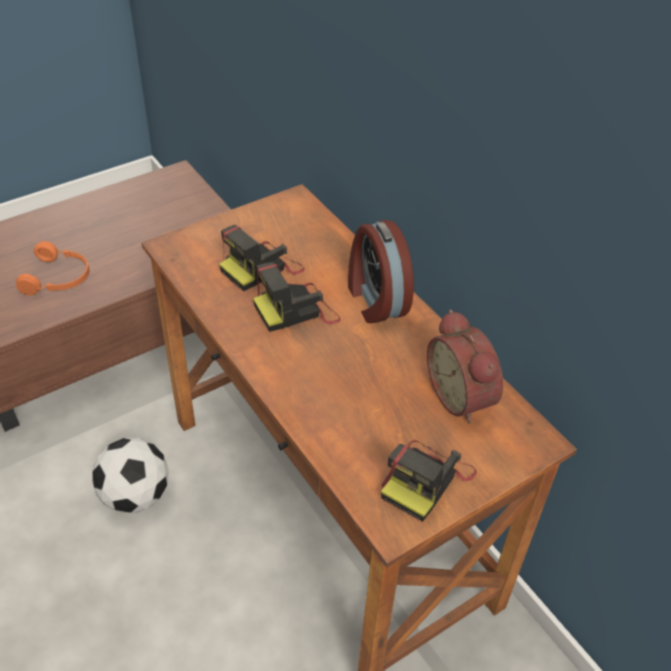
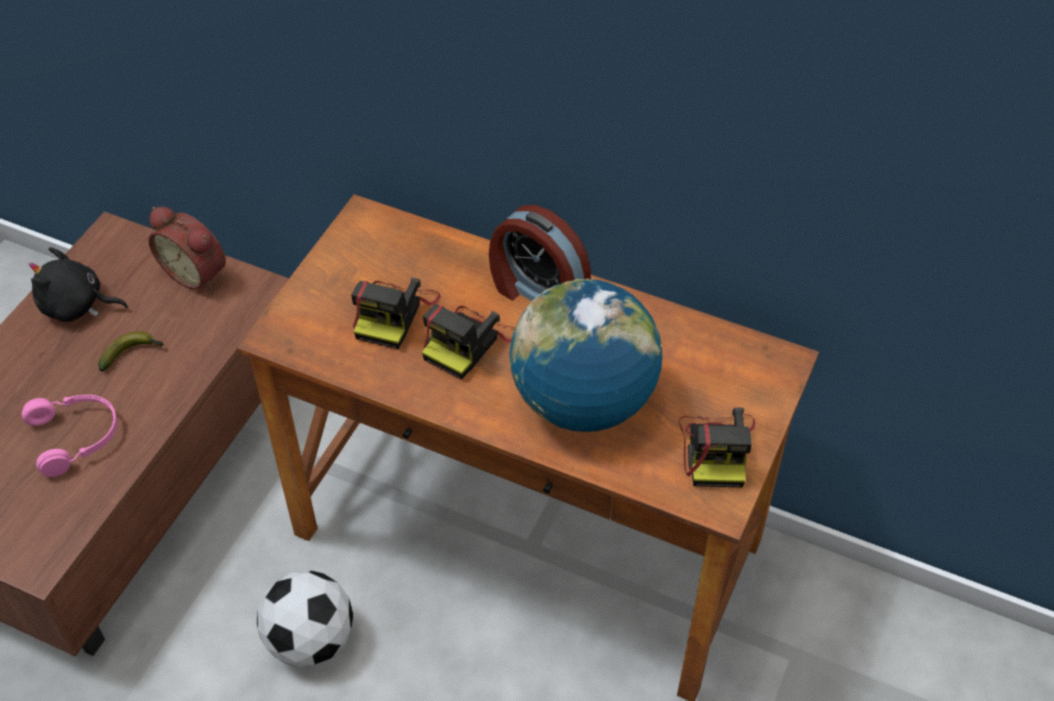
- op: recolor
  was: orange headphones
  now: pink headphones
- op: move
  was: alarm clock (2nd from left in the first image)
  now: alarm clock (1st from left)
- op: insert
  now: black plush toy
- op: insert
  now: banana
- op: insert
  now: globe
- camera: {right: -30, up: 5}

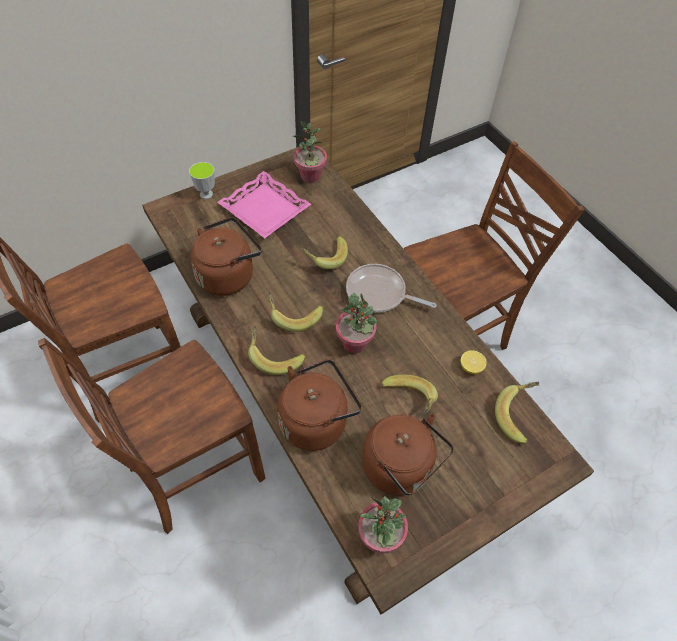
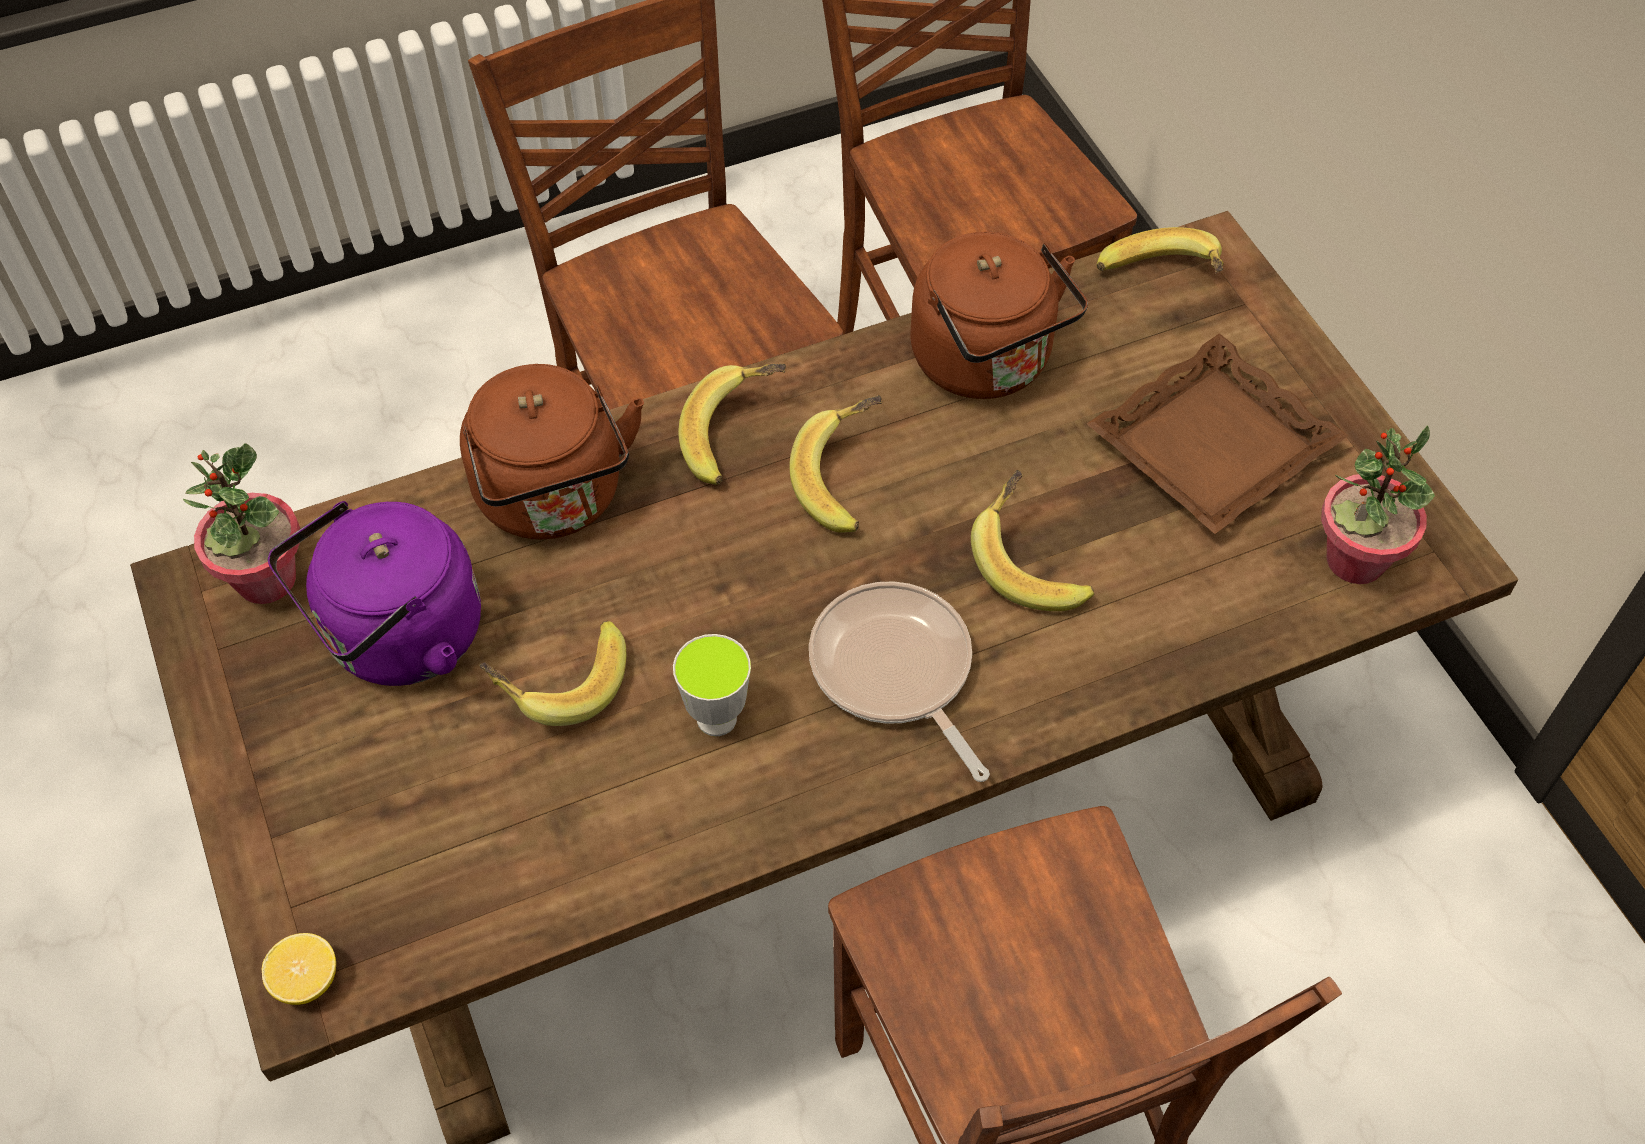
- op: move
  was: cup
- op: recolor
  was: pink tray
  now: brown tray
- op: delete
  was: potted plant (2nd from left)
- op: rotate
  was: frying pan
  clockwise: -60
- op: recolor
  was: brown kettle (3rd from left)
  now: purple kettle
- op: move
  was: lemon
- op: move
  was: banana (5th from left)
- camera: {right: 100, up: 0}

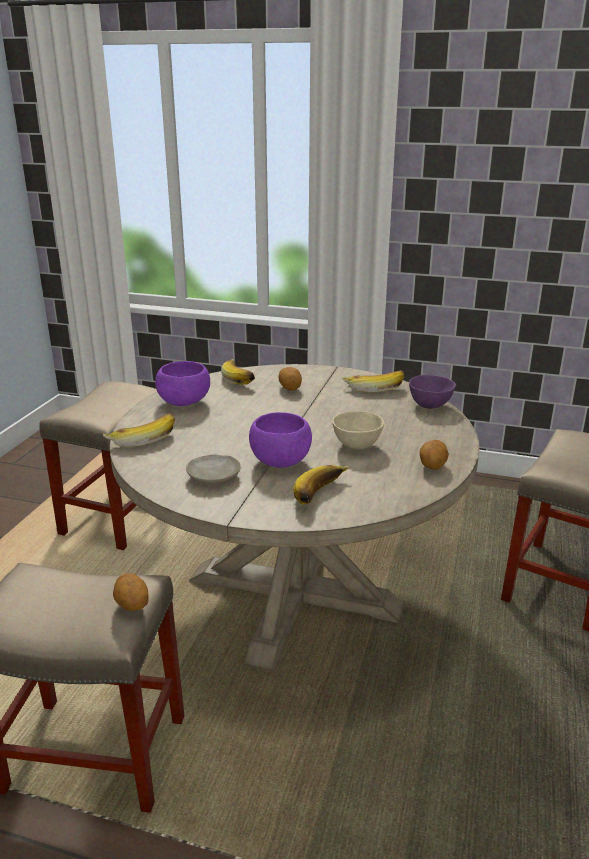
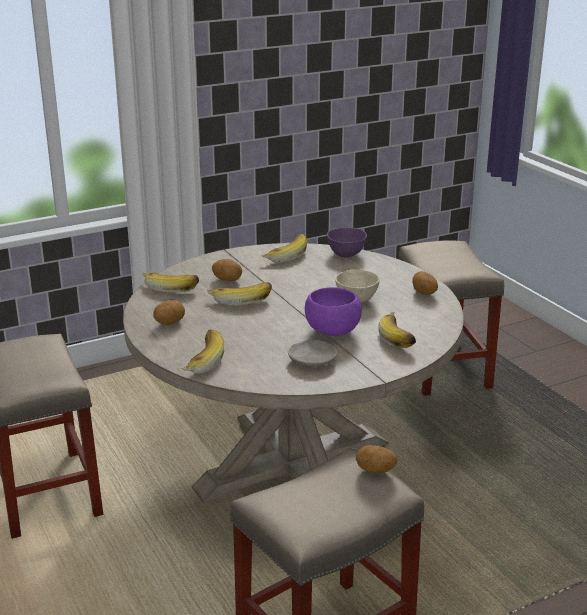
- op: replace
  was: purple bowl (1st from left)
  now: potato (1st from left)
- op: insert
  now: banana (3rd from left)
- camera: {right: -45, up: 0}

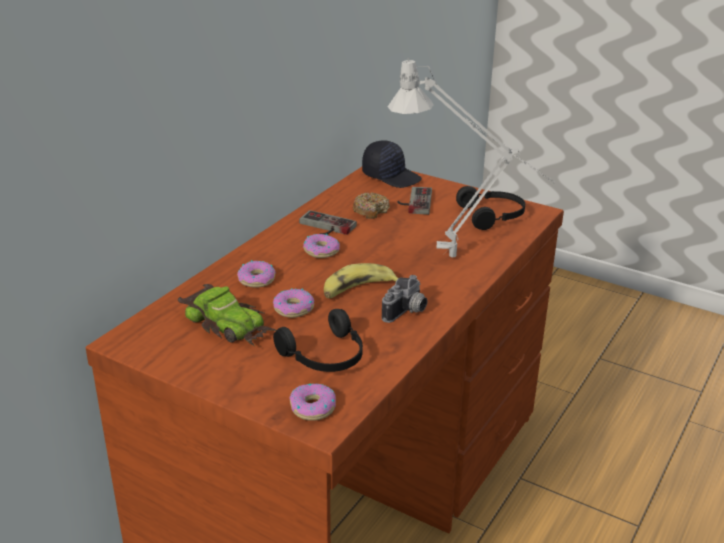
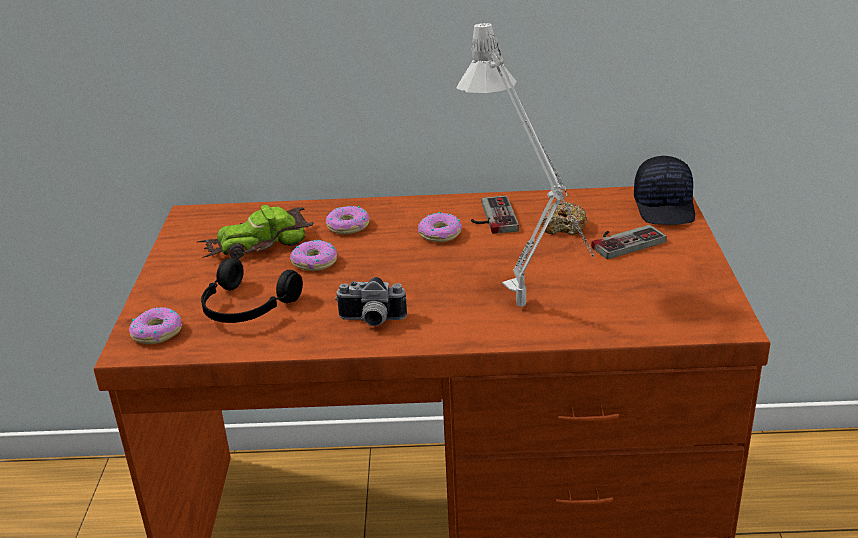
- op: rotate
  was: toy car
  clockwise: 60
- op: delete
  was: banana
- op: delete
  was: black headphones (2nd from left)
- camera: {right: 60, up: 0}

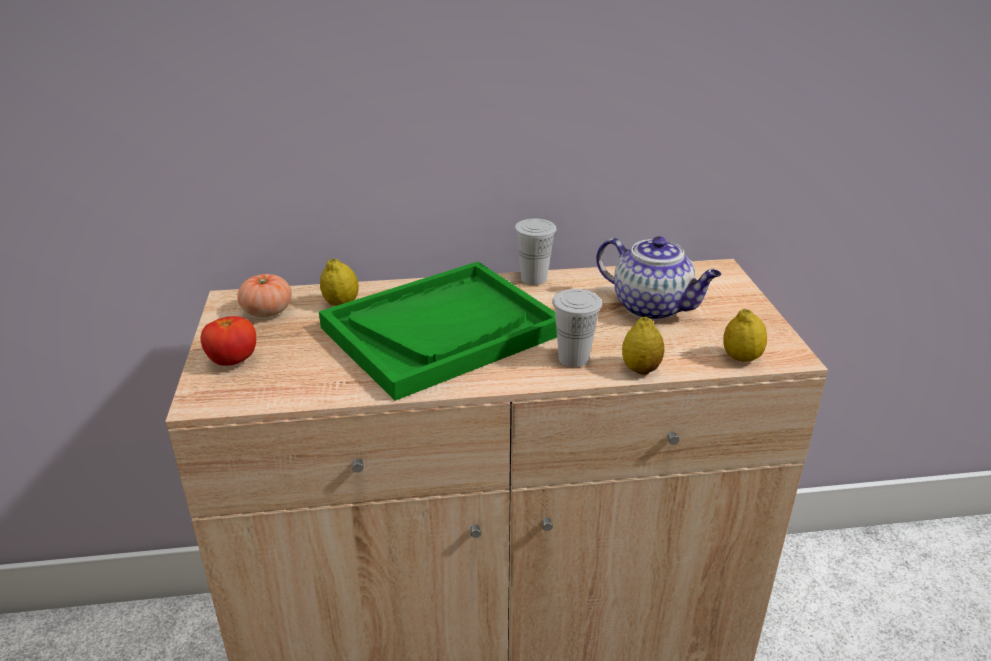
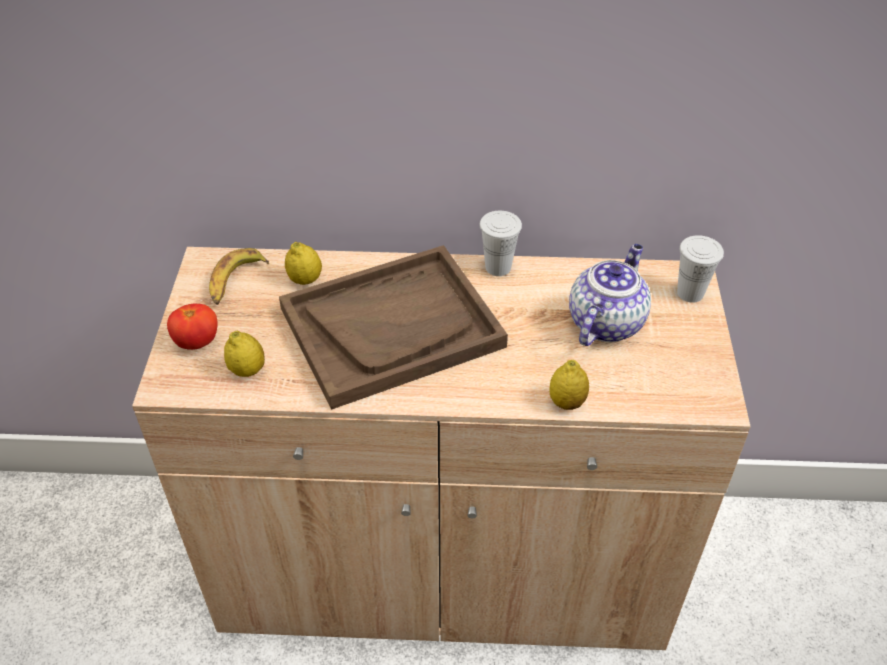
- op: replace
  was: tomato (2nd from left)
  now: banana
- op: recolor
  was: green tray
  now: brown tray
- op: move
  was: white cup (2nd from left)
- op: rotate
  was: teapot
  clockwise: -105
- op: move
  was: lemon (3rd from left in the first image)
  now: lemon (1st from left)
- camera: {right: 10, up: 15}

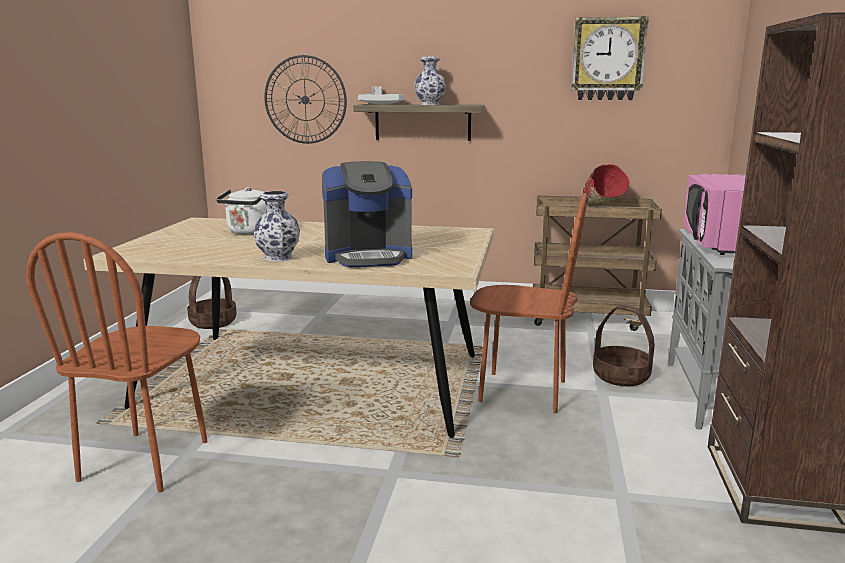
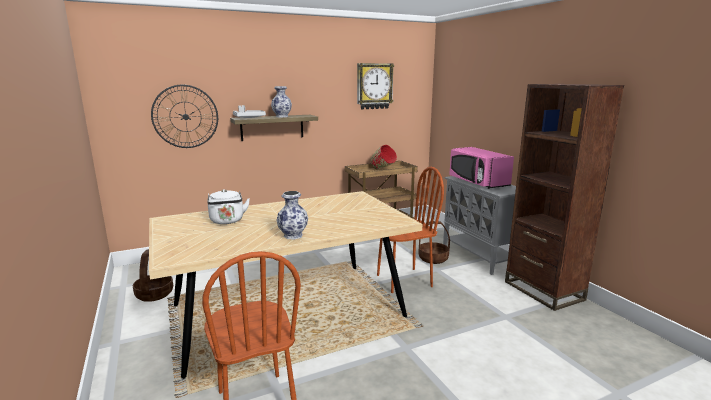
- op: delete
  was: coffee machine
- camera: {right: -35, up: 0}

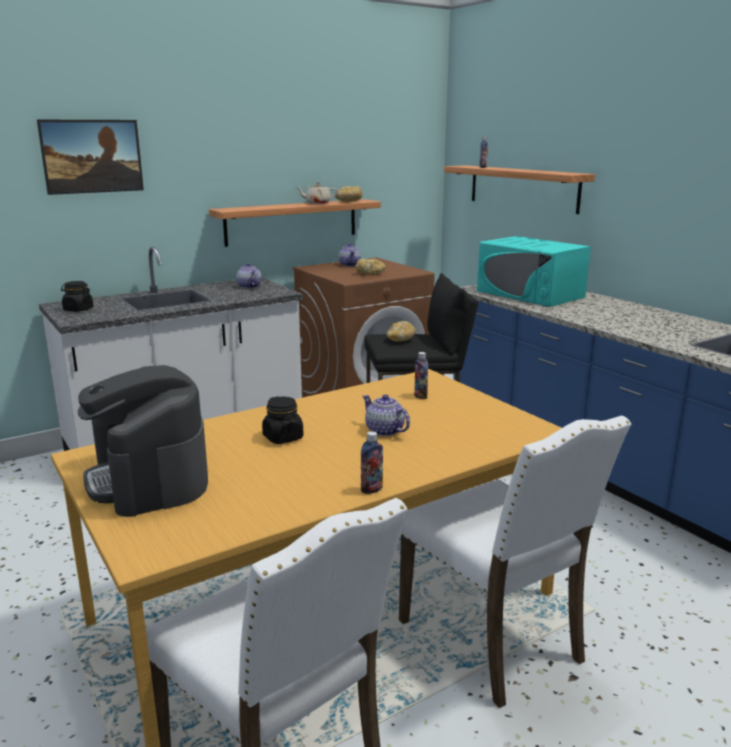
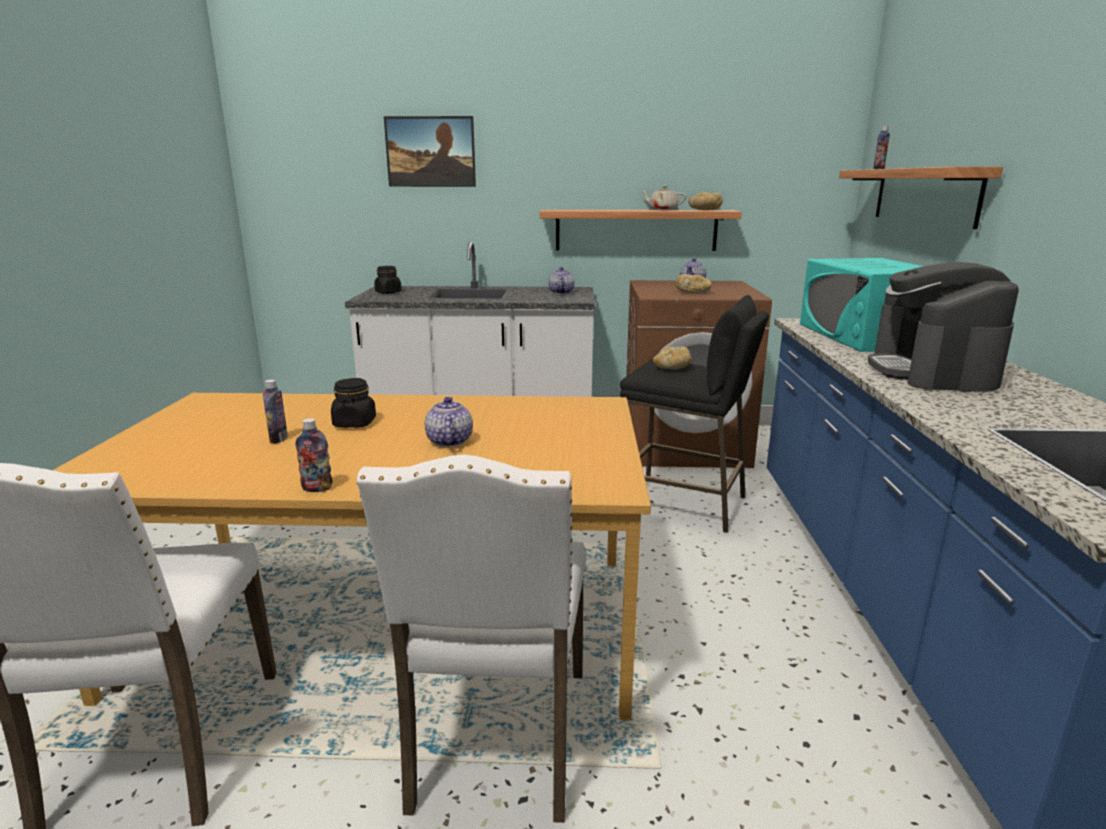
- op: move
  was: coffee machine
- op: move
  was: bottle (2nd from left in the first image)
  now: bottle (1st from left)
- camera: {right: 35, up: 0}

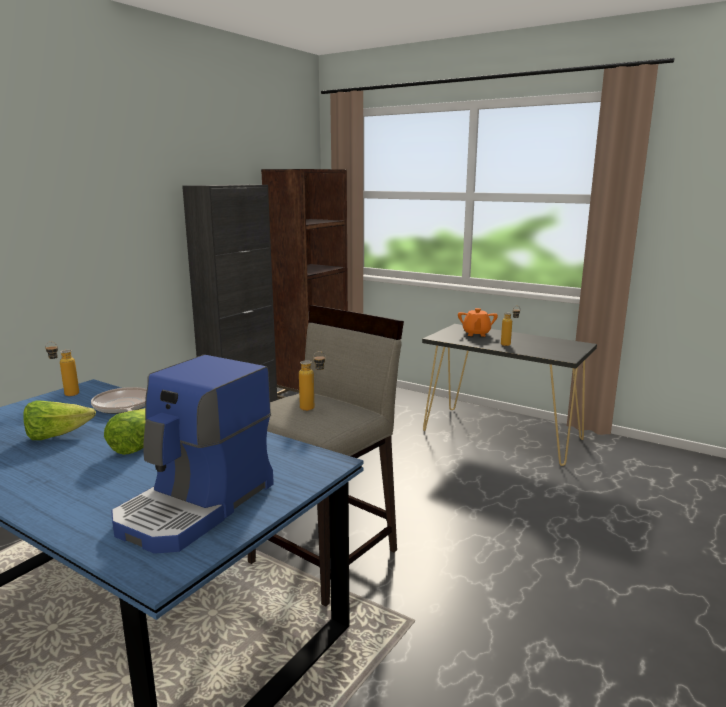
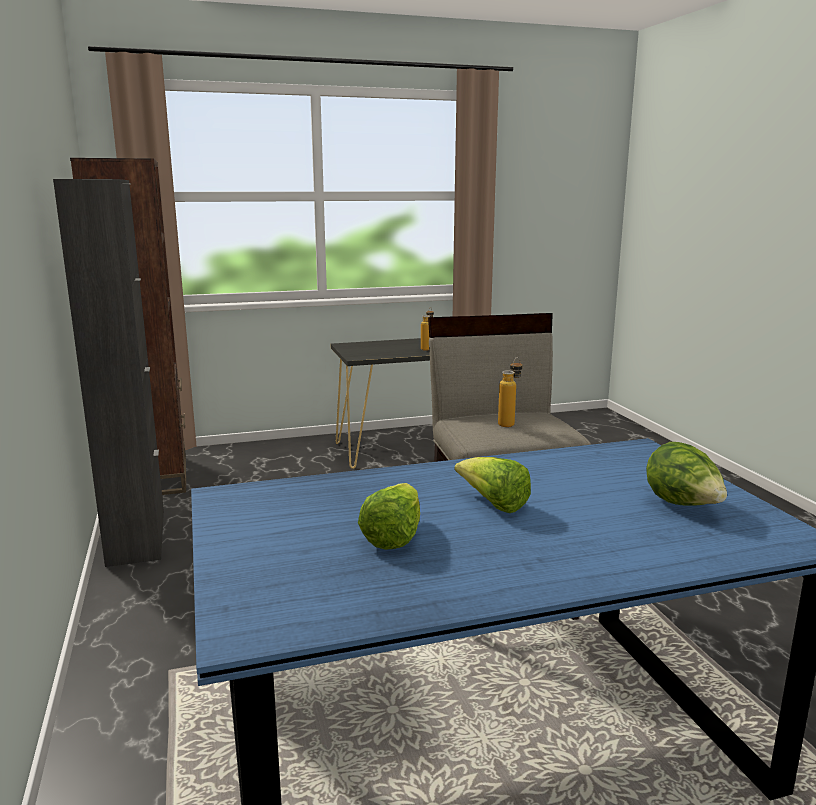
- op: delete
  was: bottle (1st from left)
- op: delete
  was: frying pan
- op: replace
  was: coffee machine
  now: lettuce (3rd from left)
- op: delete
  was: orange teapot
- camera: {right: -50, up: 0}

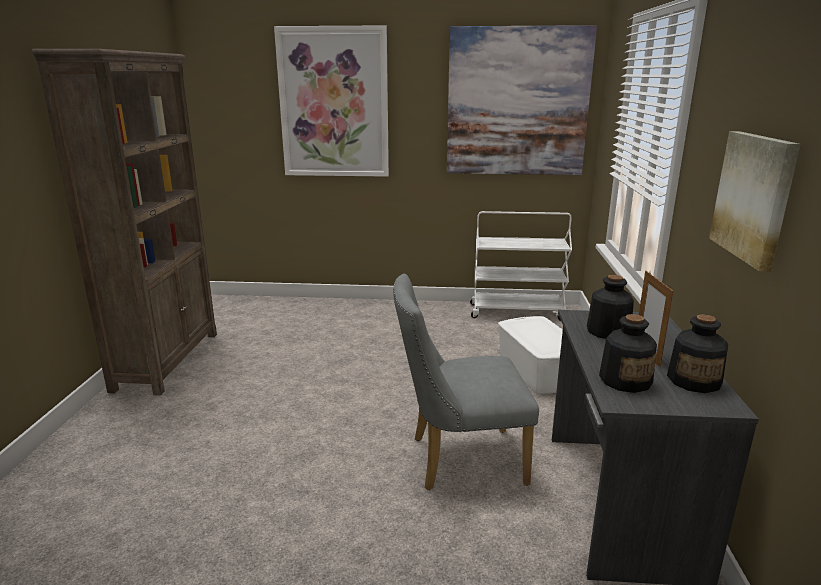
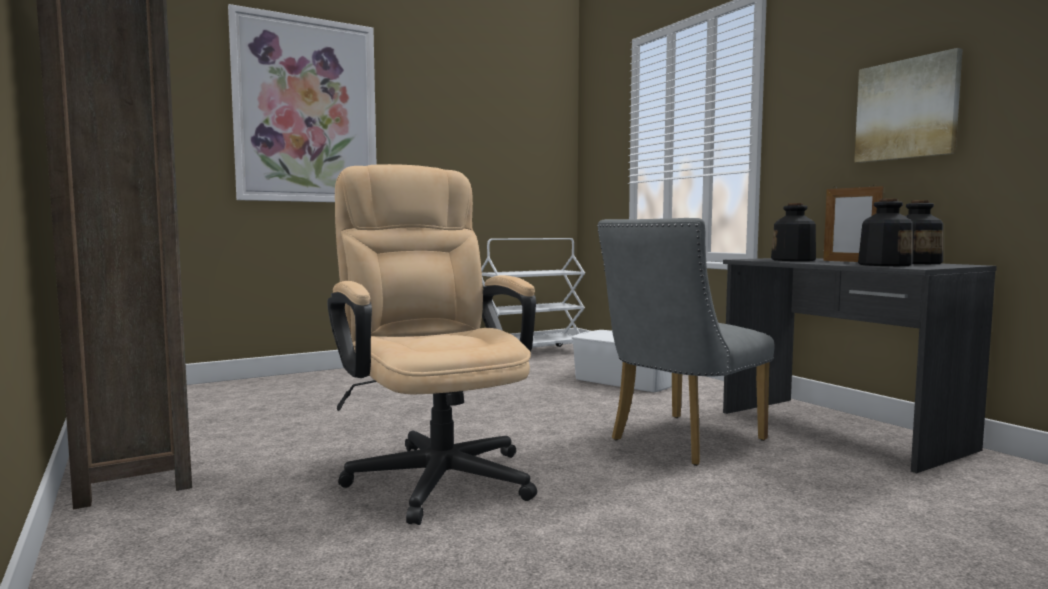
- op: delete
  was: picture (2nd from left)
- op: insert
  now: beige office chair
- camera: {right: -35, up: -15}

